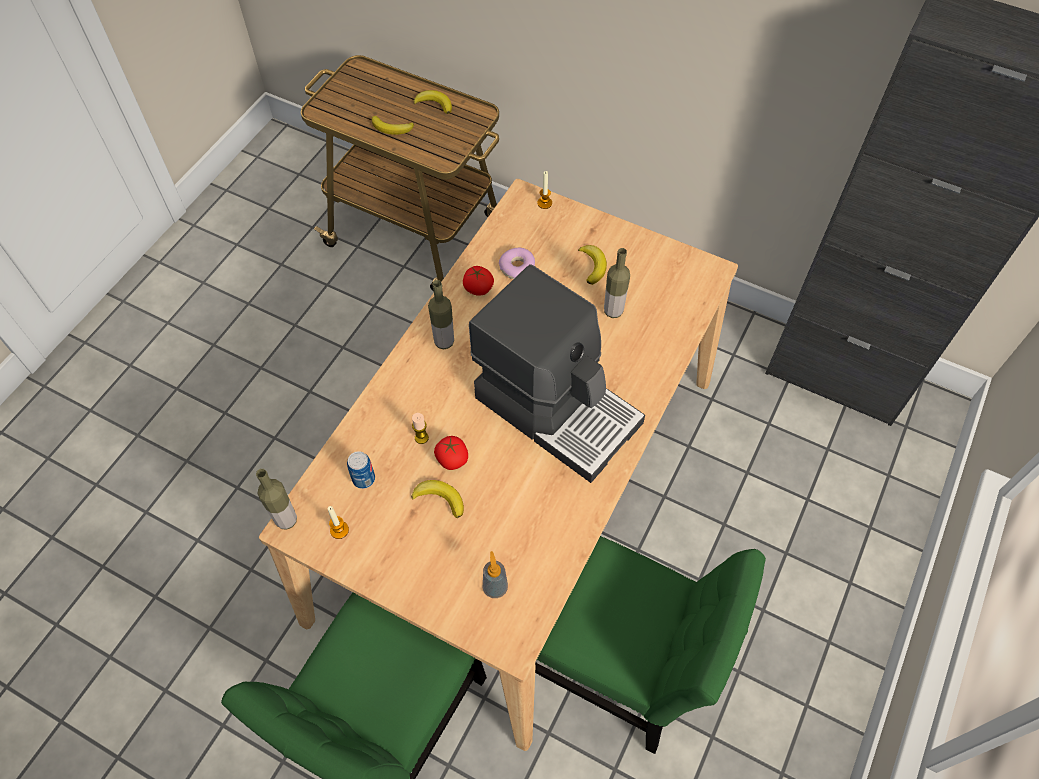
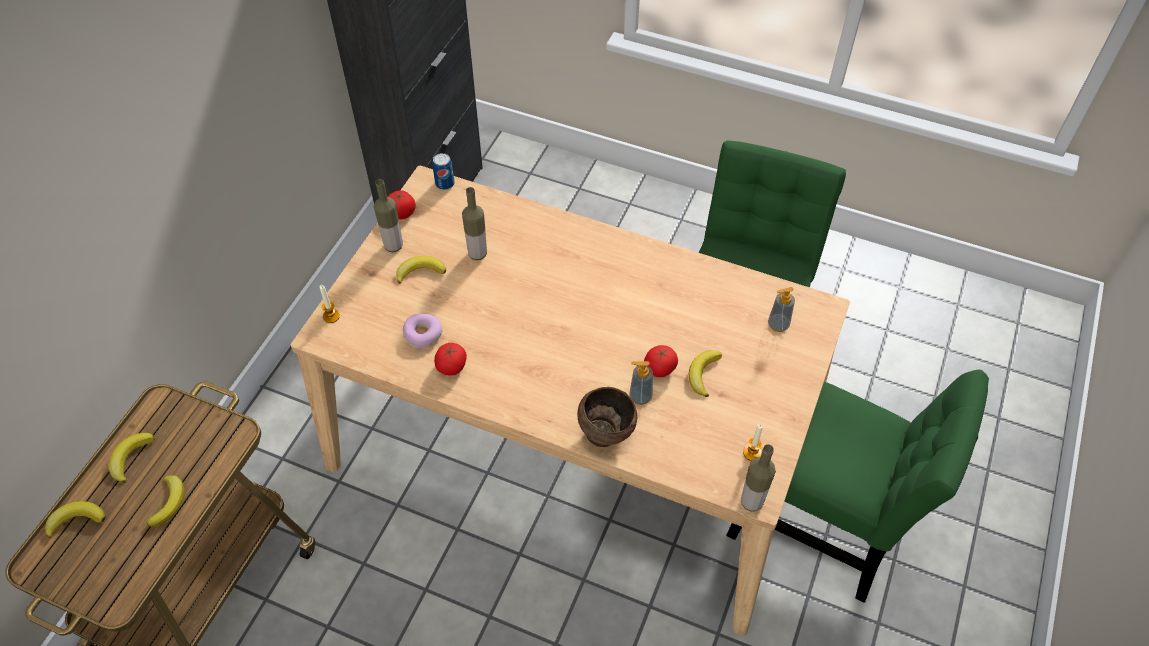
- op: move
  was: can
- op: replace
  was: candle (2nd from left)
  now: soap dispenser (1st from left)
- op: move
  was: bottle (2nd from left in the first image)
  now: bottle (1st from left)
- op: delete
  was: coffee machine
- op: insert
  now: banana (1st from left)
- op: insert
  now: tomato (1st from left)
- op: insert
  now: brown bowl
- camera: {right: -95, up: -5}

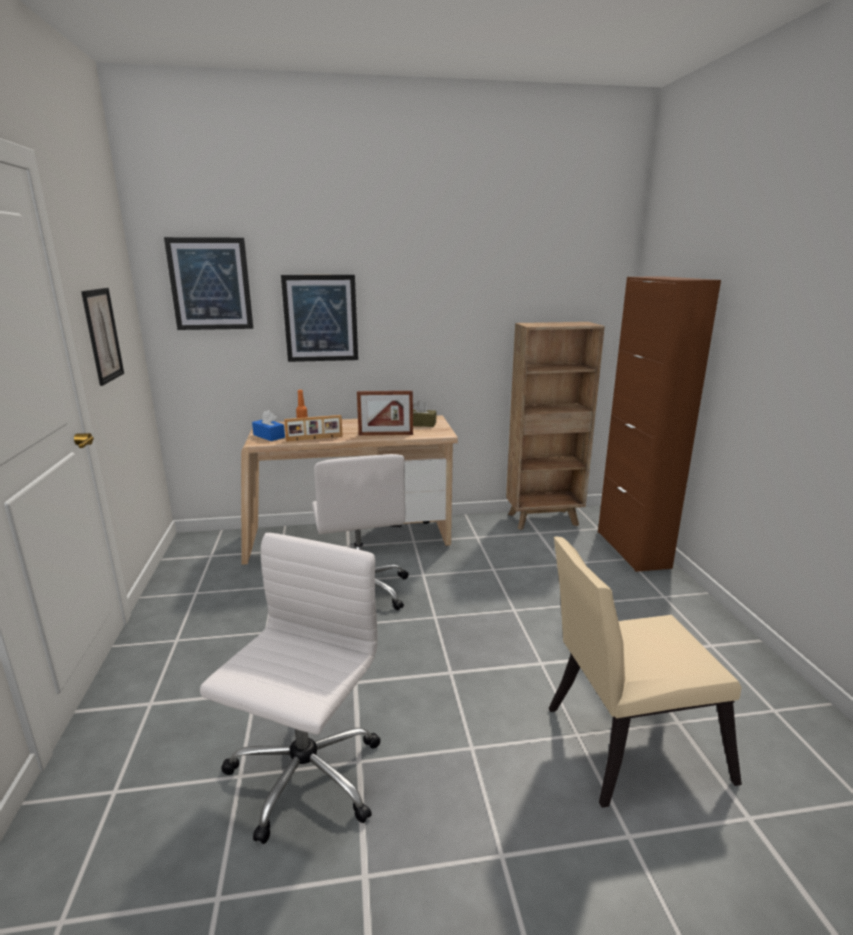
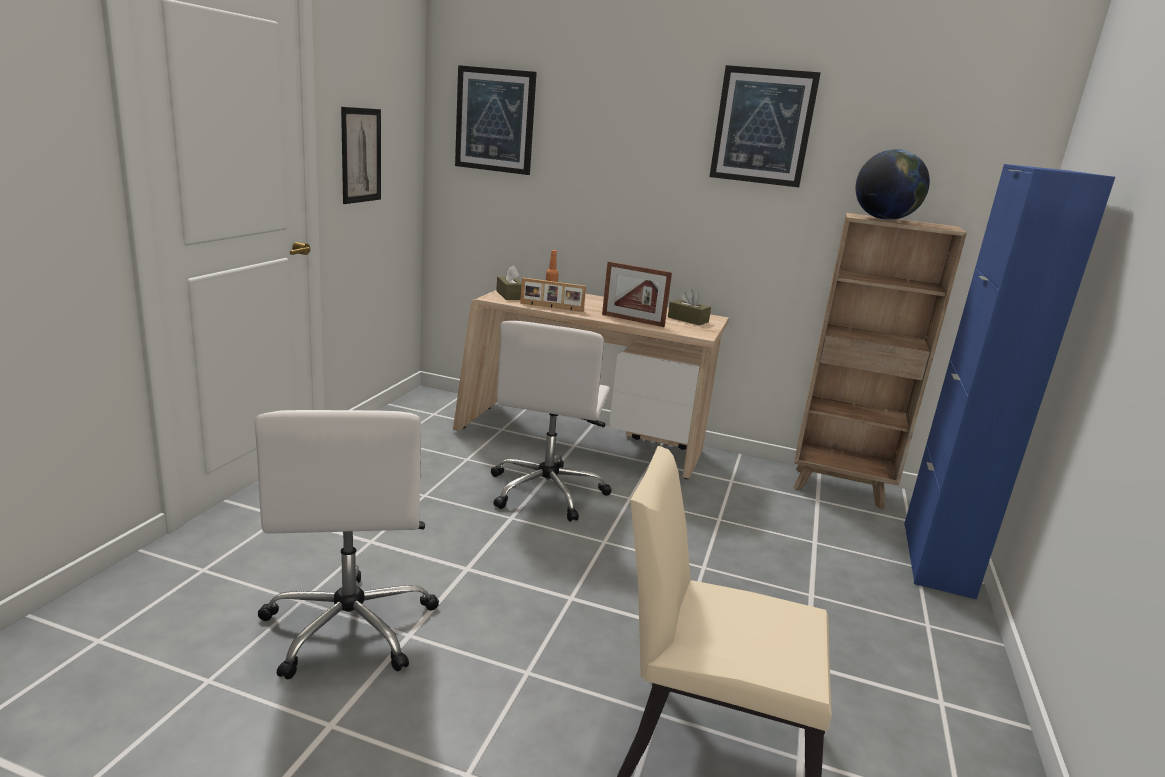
- op: rotate
  was: white office chair (1st from left)
  clockwise: 120
- op: recolor
  was: blue tissue box
  now: brown tissue box (1st from left)
- op: move
  was: picture (3rd from left)
- op: recolor
  was: brown cabinet
  now: blue cabinet
- op: insert
  now: globe
- camera: {right: 25, up: 0}

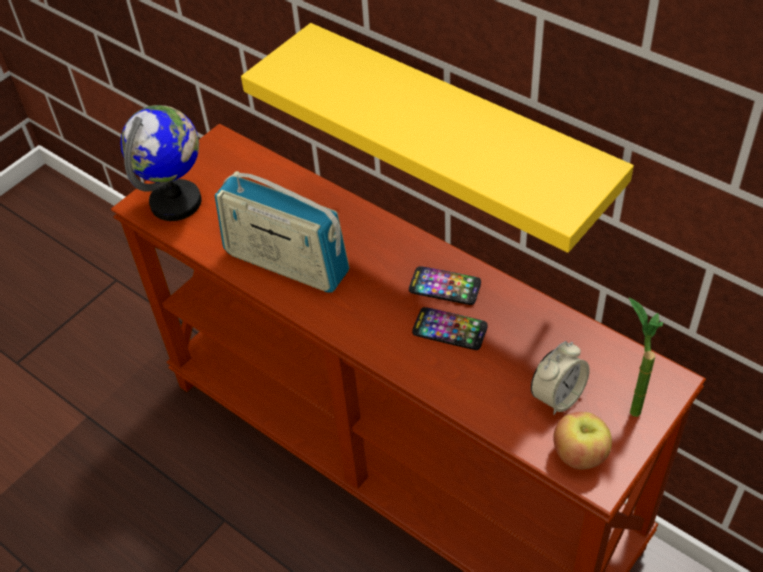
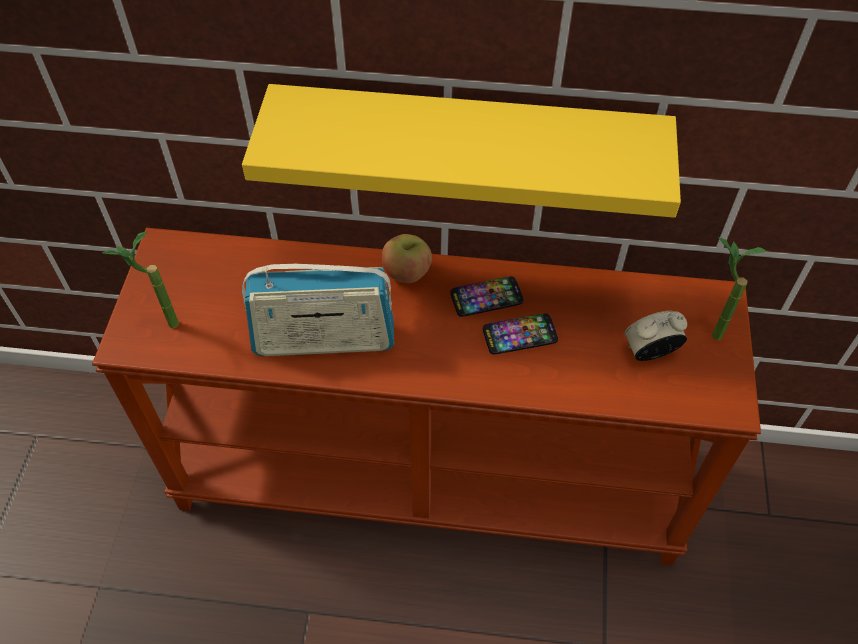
- op: replace
  was: globe
  now: potted plant (1st from left)
- op: rotate
  was: alarm clock
  clockwise: -120
- op: move
  was: apple
- camera: {right: -35, up: 5}

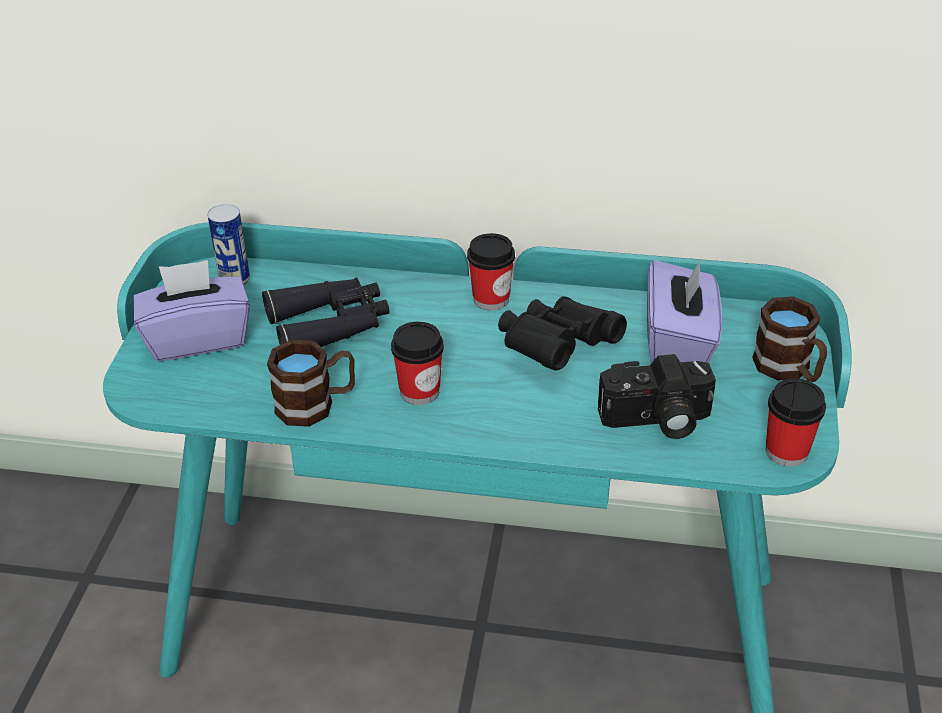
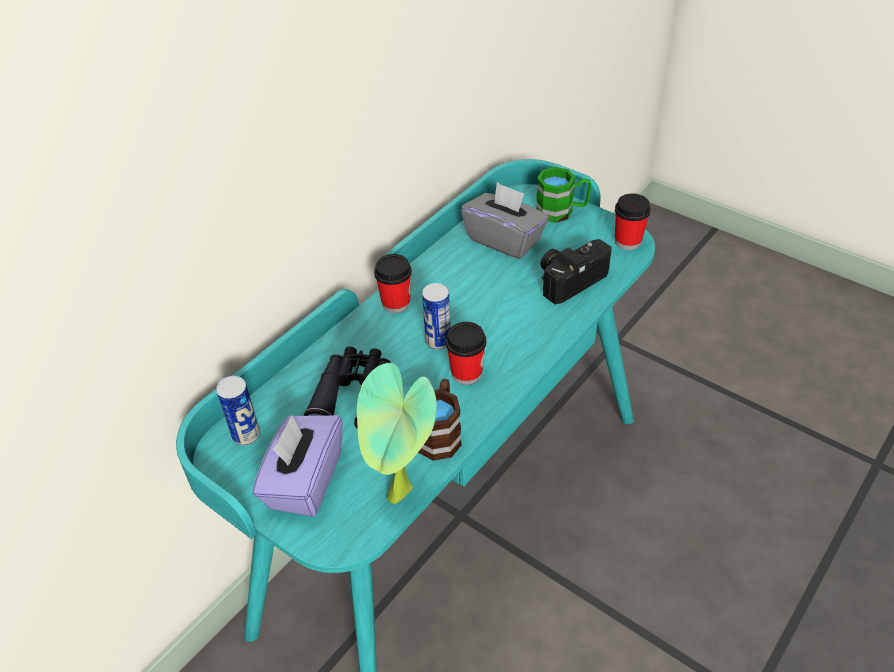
- op: delete
  was: black binoculars (2nd from left)
- op: rotate
  was: photo camera
  clockwise: -150
- op: recolor
  was: purple tissue box (2nd from left)
  now: grey tissue box
- op: recolor
  was: brown mug (2nd from left)
  now: green mug
- op: insert
  now: potted plant
- op: insert
  now: can (2nd from left)
- camera: {right: -60, up: 5}

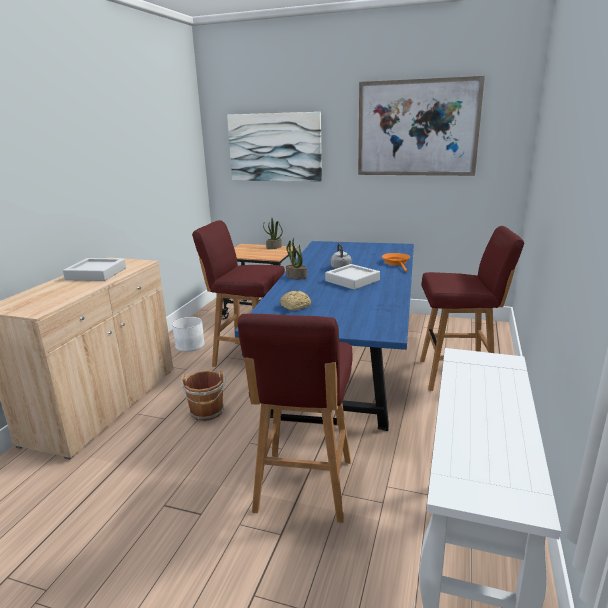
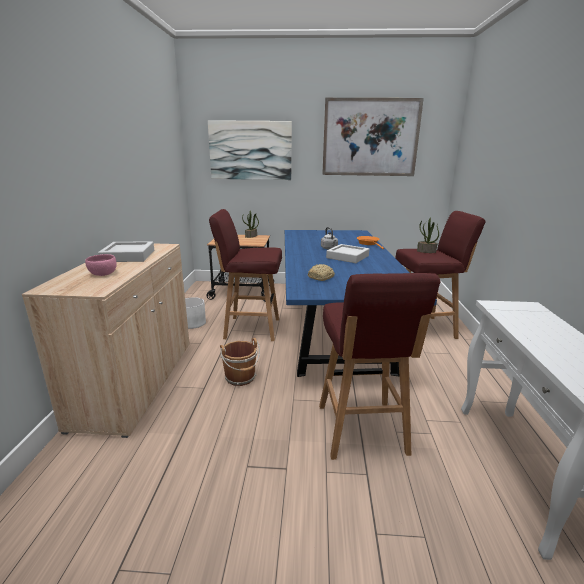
- op: move
  was: potted plant (2nd from left)
- op: insert
  now: pink bowl
- camera: {right: -15, up: 0}

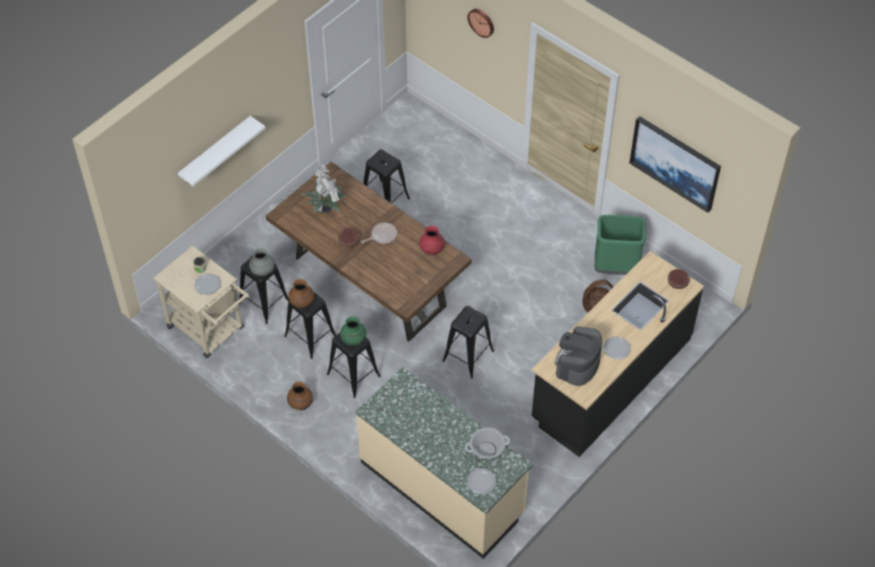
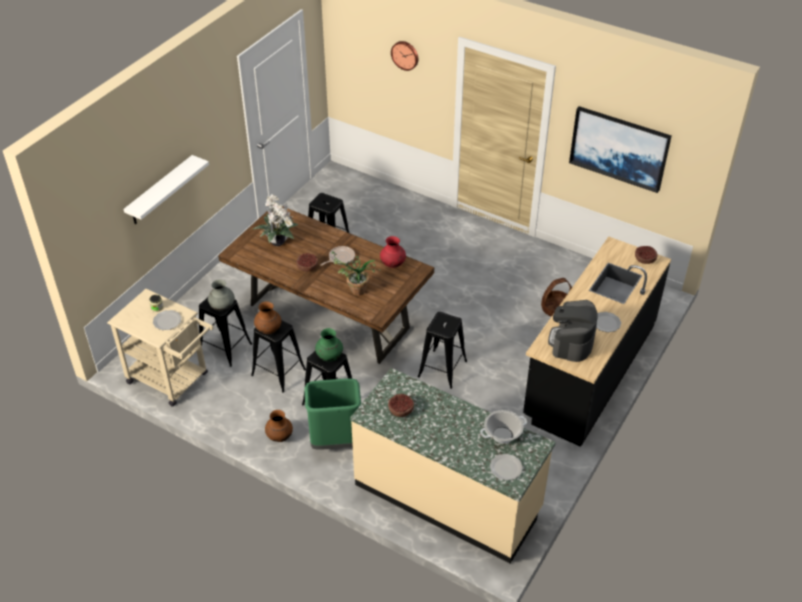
- op: move
  was: green trash can
- op: insert
  now: potted plant (2nd from left)
- op: insert
  now: bowl (2nd from left)
- camera: {right: -10, up: -10}

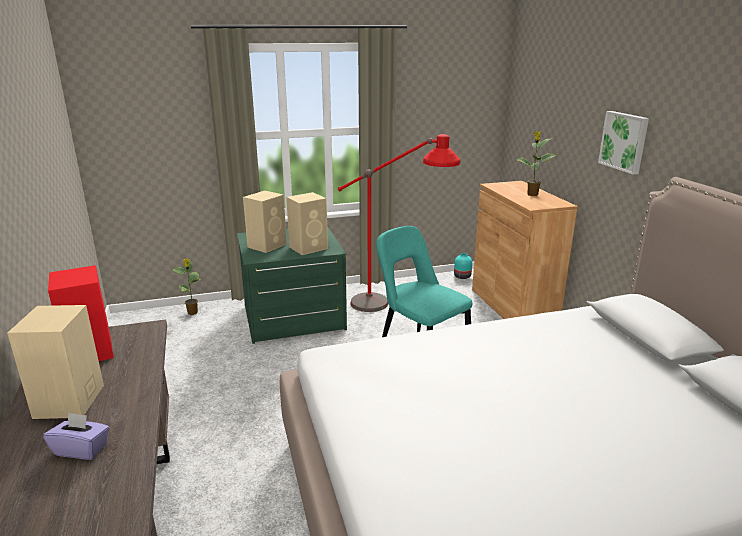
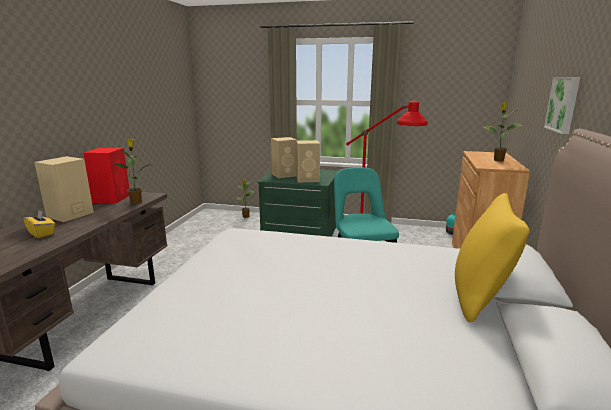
- op: recolor
  was: purple tissue box
  now: yellow tissue box
- op: insert
  now: potted plant (1st from left)
- op: insert
  now: yellow pillow
- camera: {right: 30, up: -5}

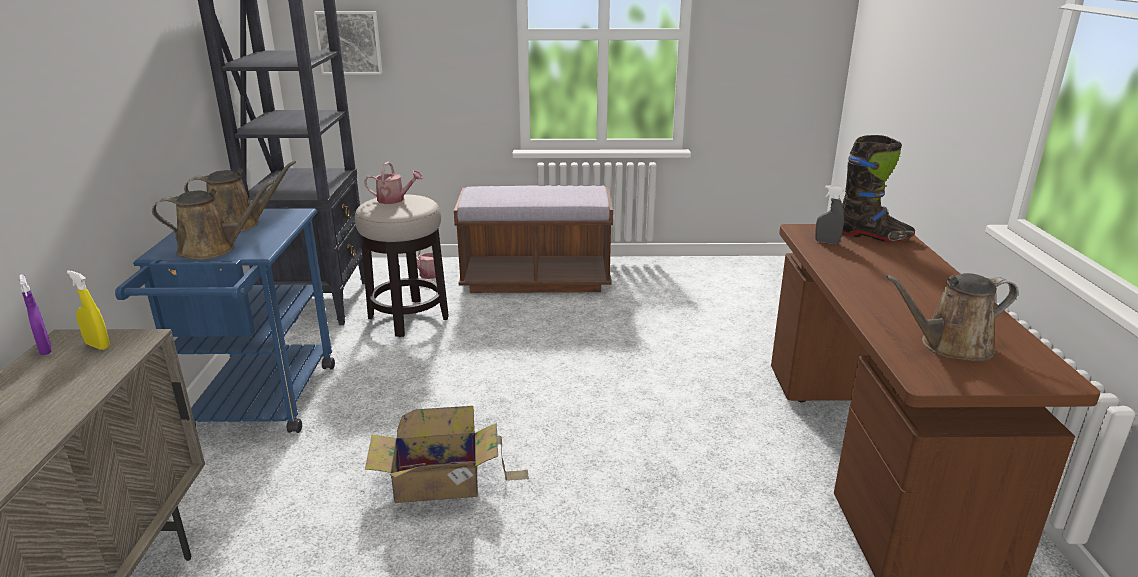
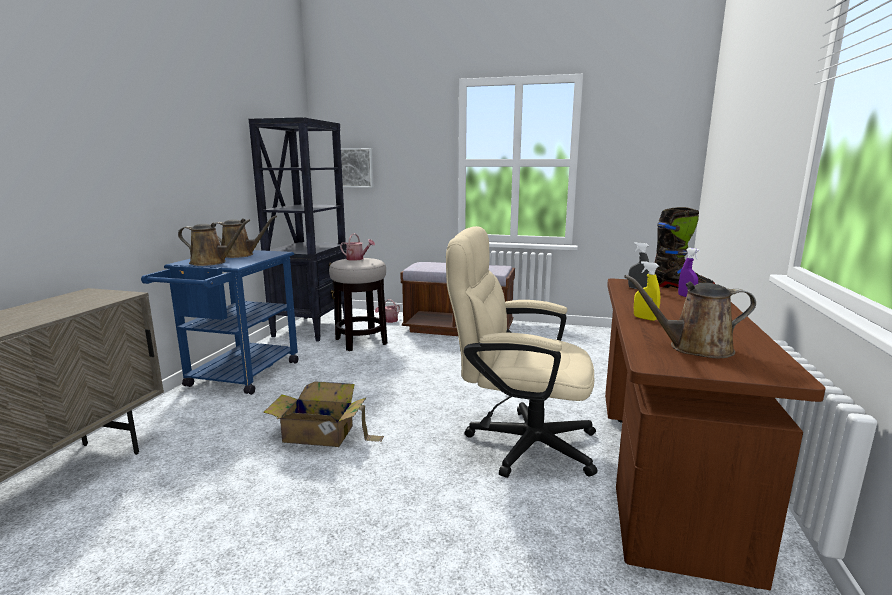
- op: move
  was: purple spray bottle
- op: move
  was: yellow spray bottle
- op: insert
  now: beige office chair
- camera: {right: 15, up: -10}

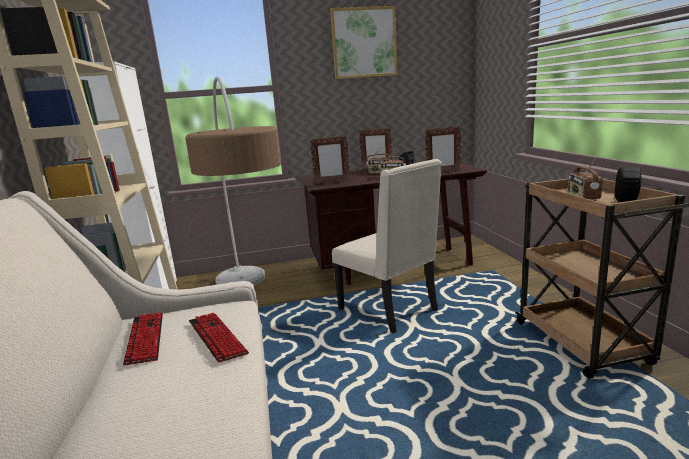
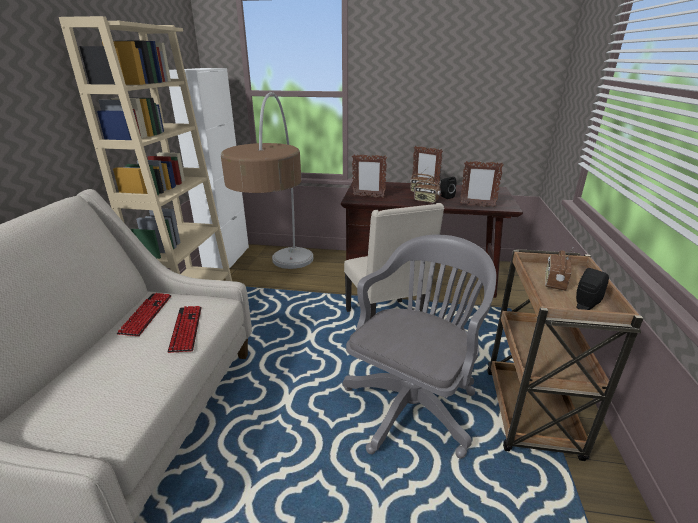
- op: delete
  was: picture
- op: insert
  now: grey office chair
- camera: {right: 20, up: 10}

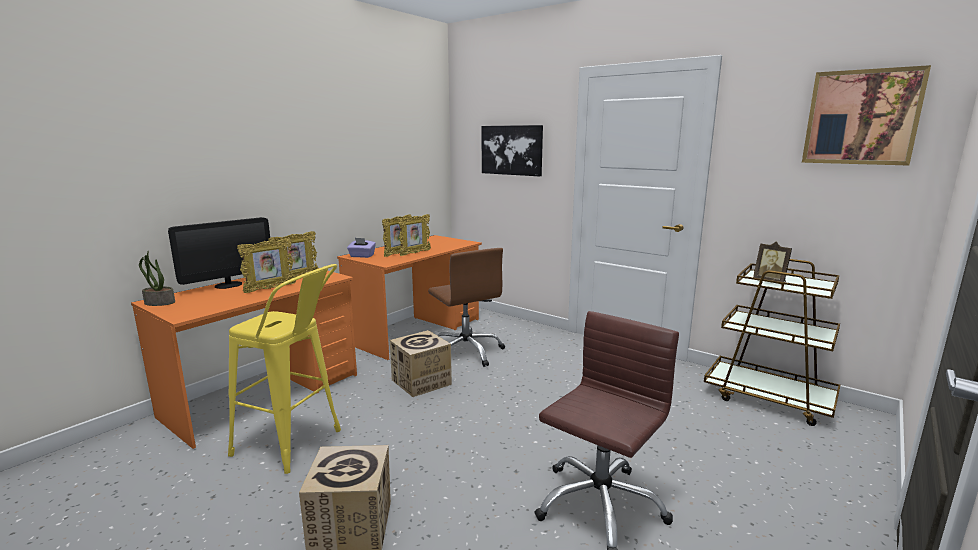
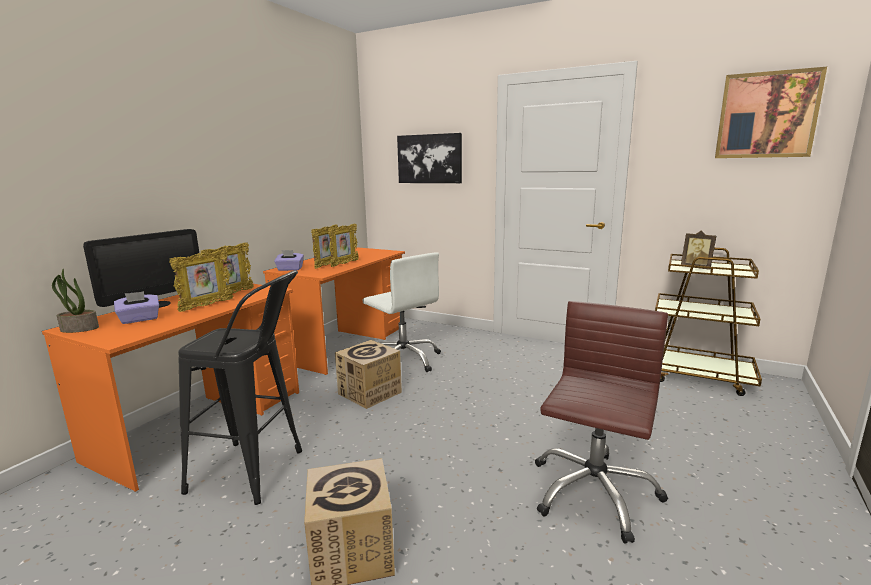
- op: recolor
  was: yellow stool
  now: black stool
- op: recolor
  was: brown office chair (1st from left)
  now: white office chair
- op: insert
  now: purple tissue box (1st from left)
- camera: {right: -10, up: 0}

